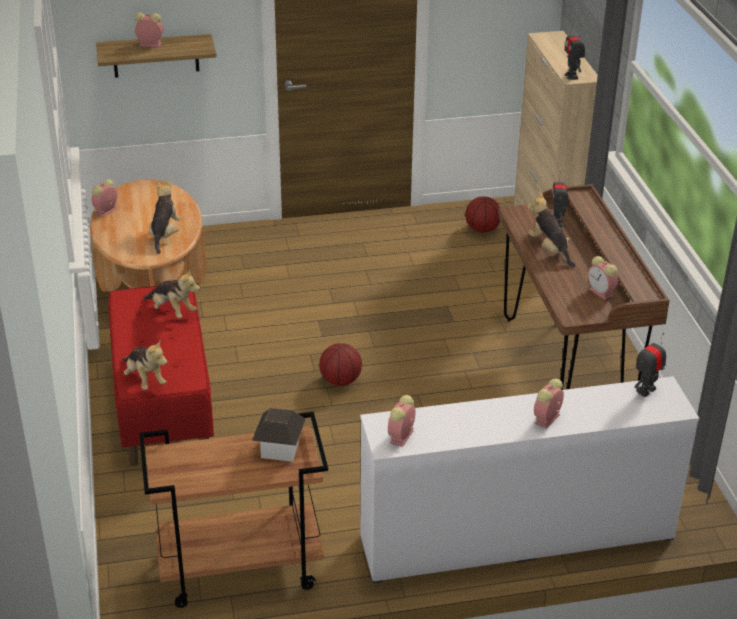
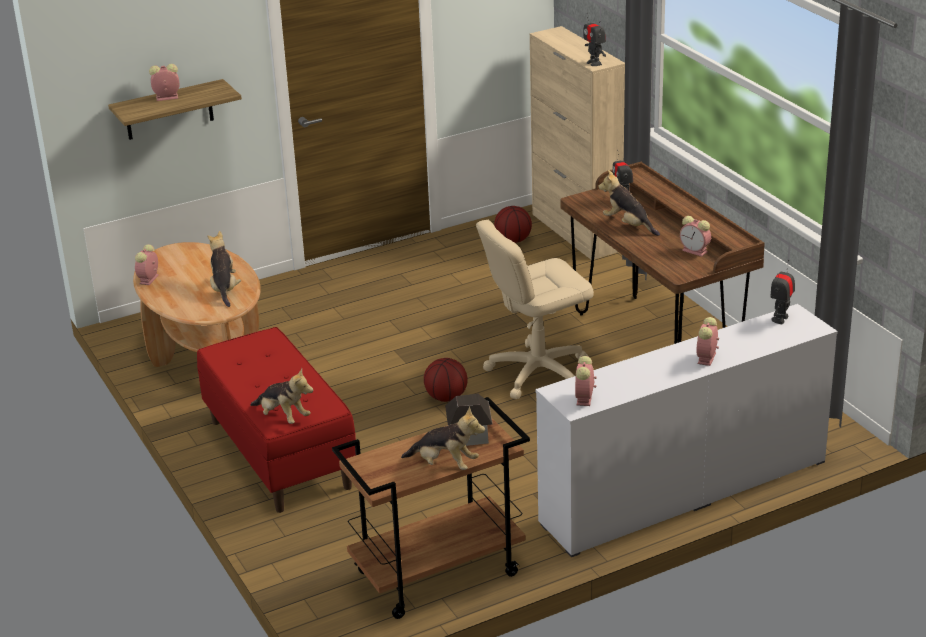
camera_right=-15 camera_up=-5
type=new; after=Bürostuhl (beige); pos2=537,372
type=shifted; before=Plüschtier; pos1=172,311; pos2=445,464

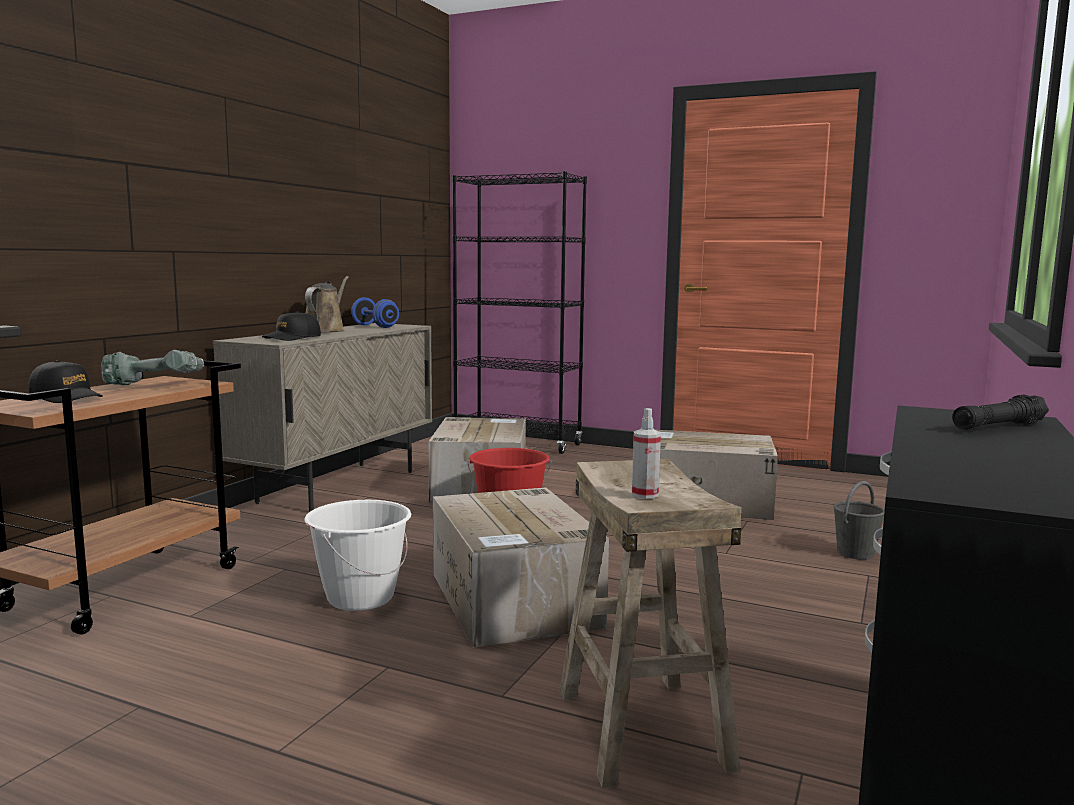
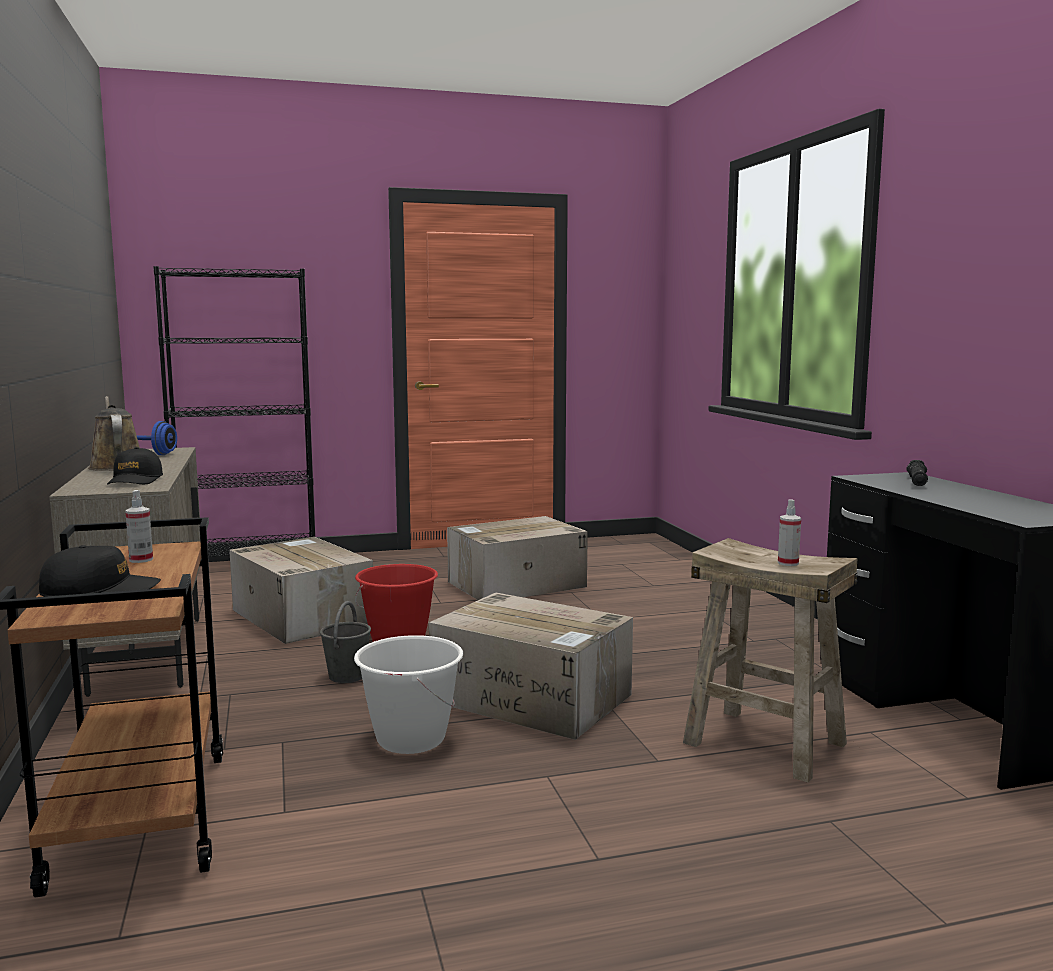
camera_right=-40 camera_up=0
type=shifted; before=Eimer (grau); pos1=855,553; pos2=347,676
type=swapped; before=Bohrmaschine; after=Sprühflasche; pos1=157,386; pos2=141,560

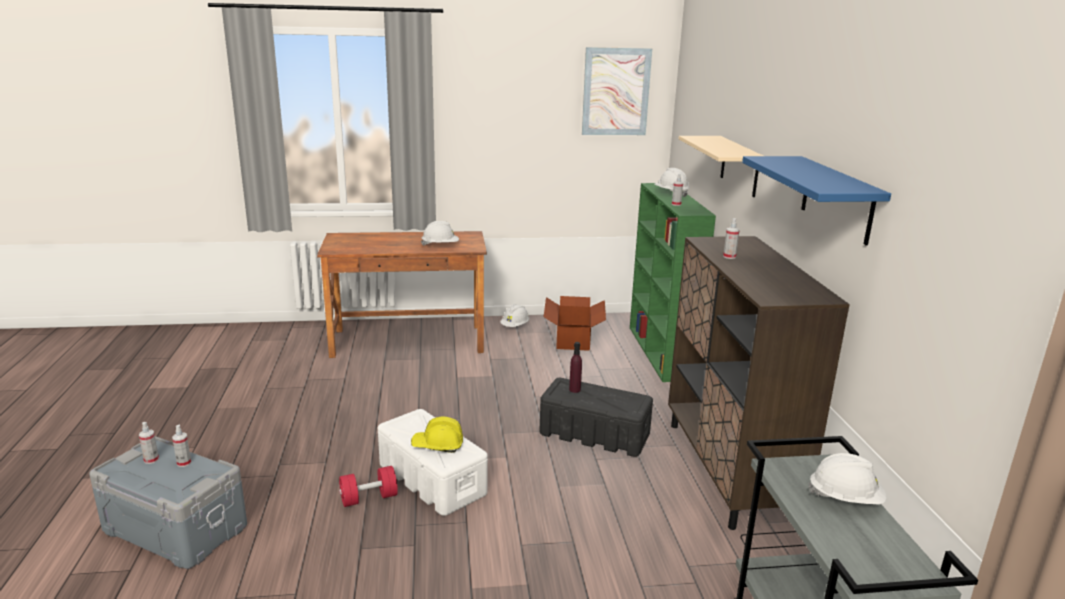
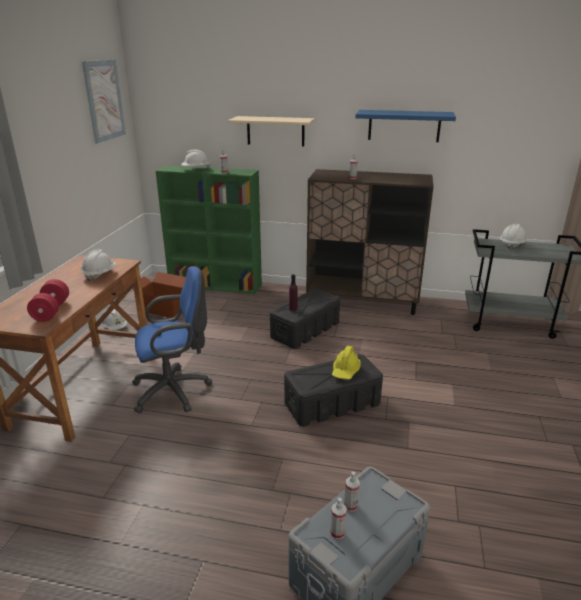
camera_right=-70 camera_up=5
type=new; after=Bürostuhl (blau); pos2=175,390
type=shifted; before=Hantel (rot); pos1=369,498; pos2=51,311
type=repainted; before=Aufbewahrungsbox (weiß); after=Aufbewahrungsbox (schwarz); pos1=432,480; pos2=332,403

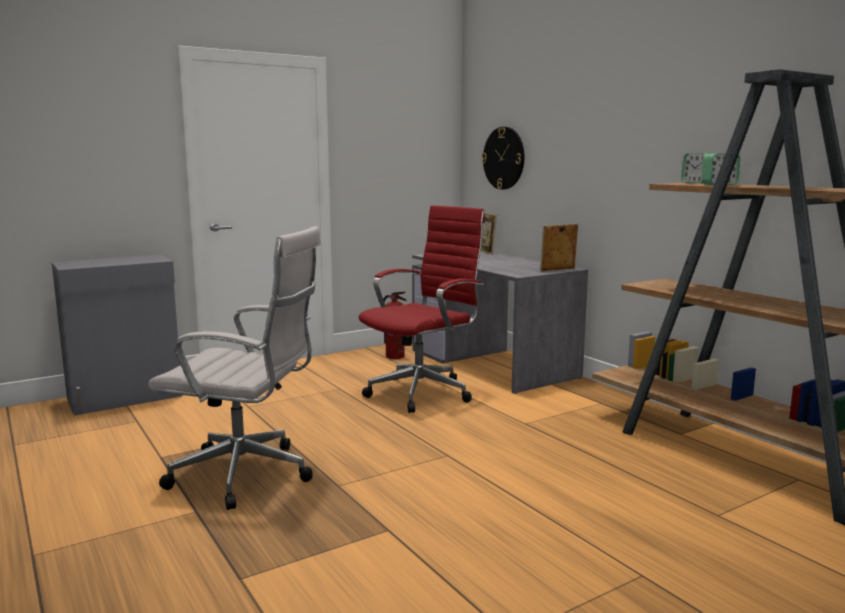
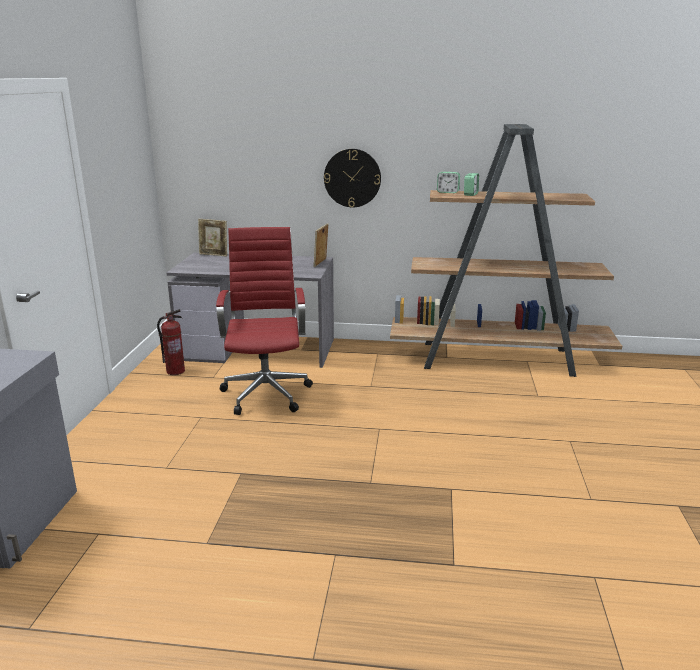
camera_right=-50 camera_up=10
type=gone; before=Bürostuhl (weiß); pos1=248,475
type=shifted; before=Wanduhr; pos1=504,158; pos2=352,178

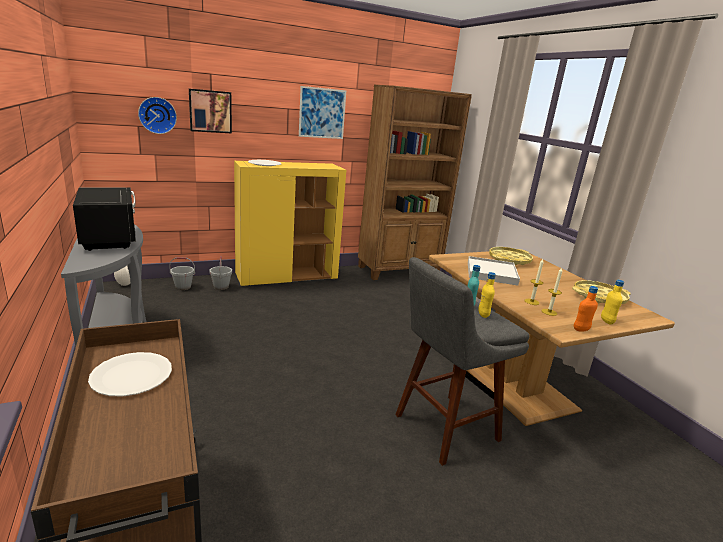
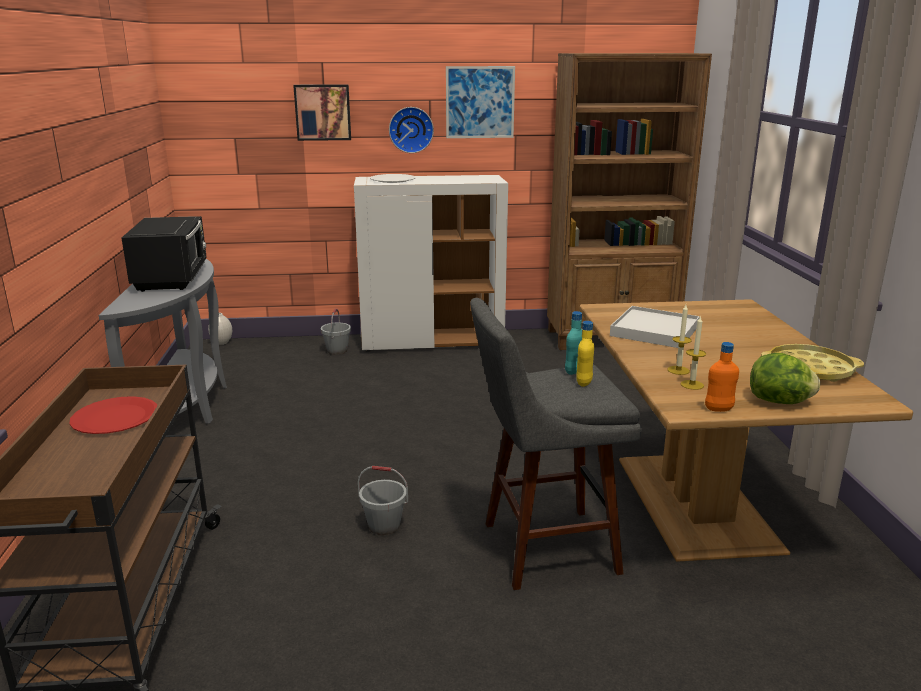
camera_right=20 camera_up=0
type=gone; before=Tablett (gelb); pos1=509,259
type=shifted; before=Wanduhr; pos1=157,115; pos2=411,129
type=shifted; before=Eimer (grau); pos1=183,287; pos2=384,526
type=swapped; before=Flasche (gelb); after=Salatkopf; pos1=606,321; pos2=779,402
type=repainted; before=Teller (weiß); after=Teller (rot); pos1=131,375; pos2=115,418
type=repainted; before=Schrank (gelb); after=Schrank (weiß); pos1=287,277; pos2=433,342

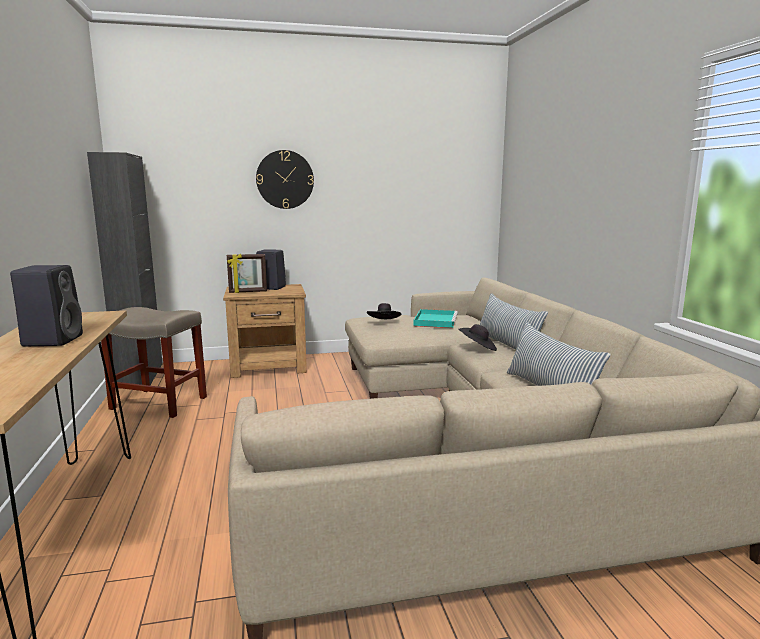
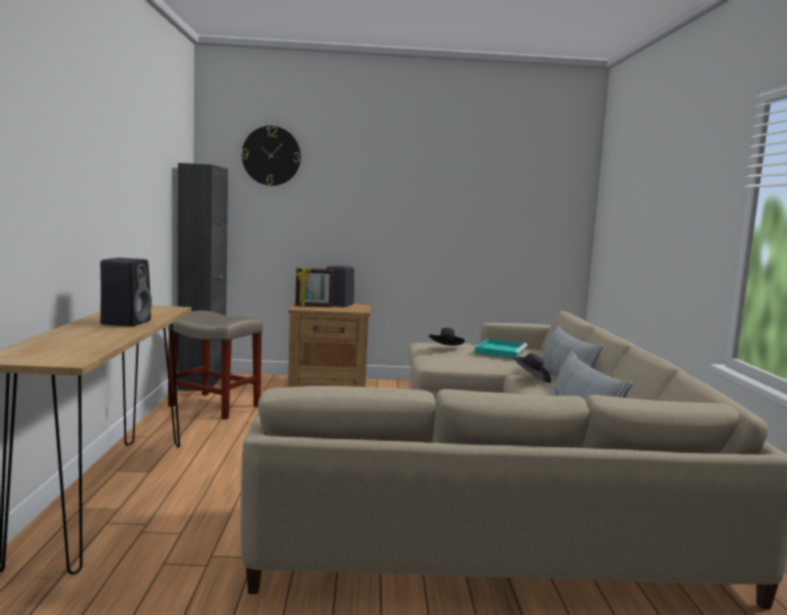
camera_right=10 camera_up=-5
type=shifted; before=Wanduhr; pos1=285,179; pos2=271,156

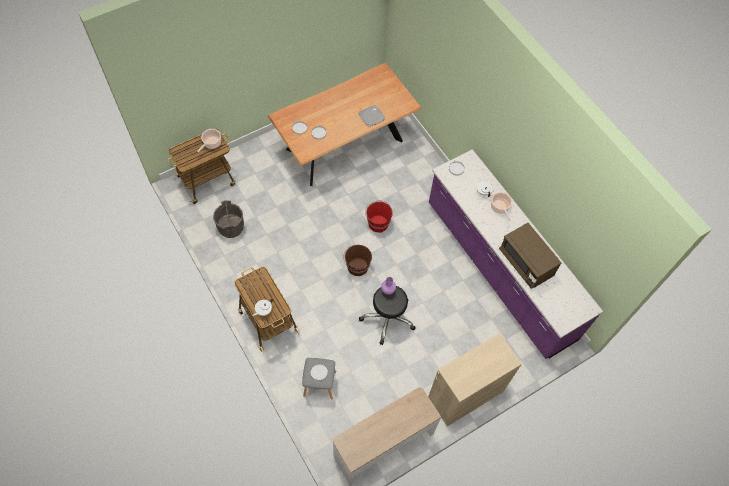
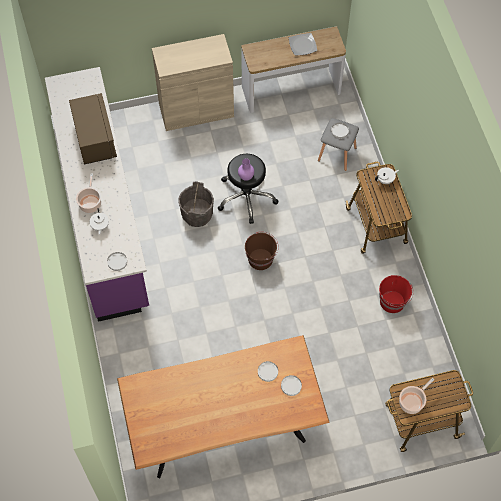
camera_right=-160 camera_up=0
type=shifted; before=Eimer (grau); pos1=231,227; pos2=197,214
type=shifted; before=Teller; pos1=371,116; pos2=302,45
type=shifted; before=Eimer (rot); pos1=378,223; pos2=392,302

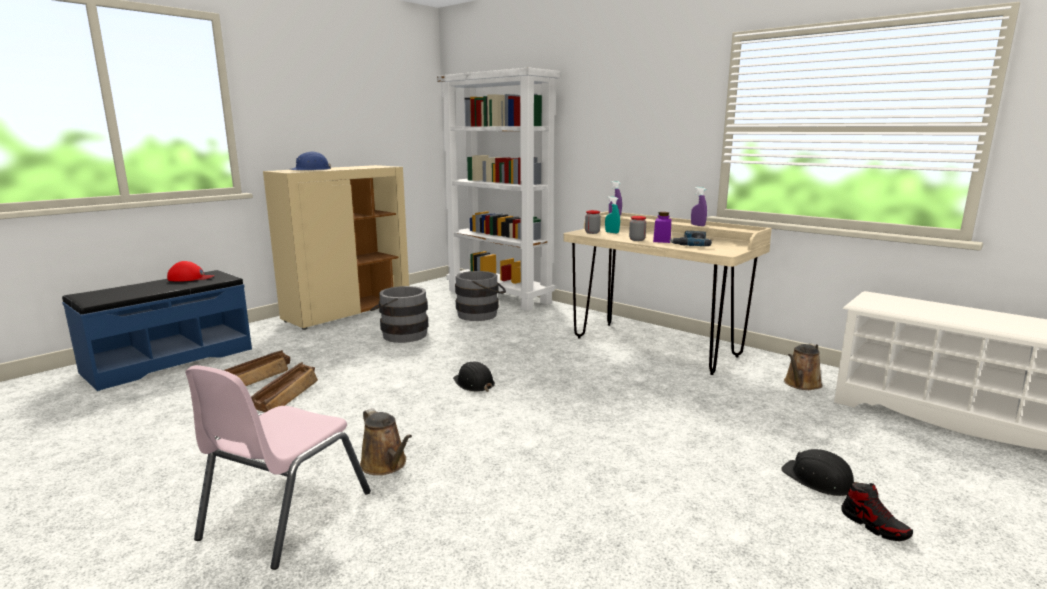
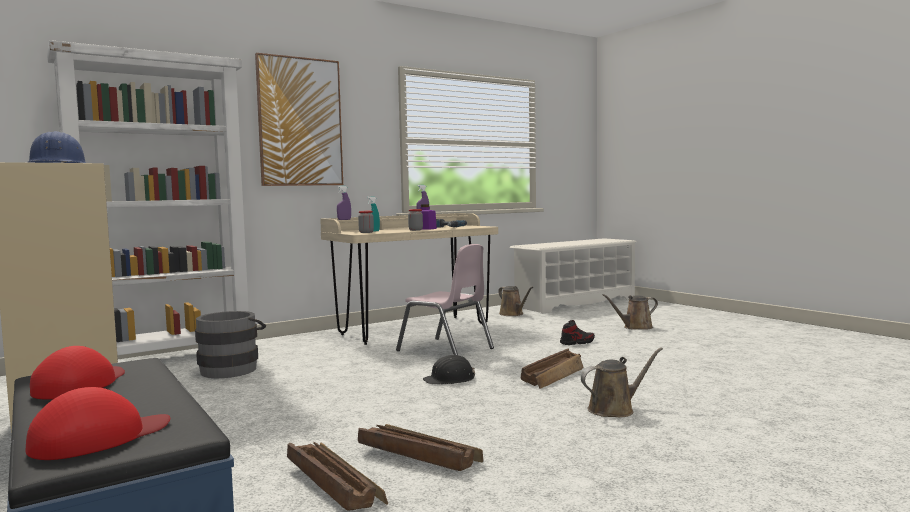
camera_right=-75 camera_up=-10
type=gone; before=Eimer (grau); pos1=400,335
type=new; after=Kappe (rot); pos2=99,438
type=new; after=Bild; pos2=300,122
type=new; after=Kiste; pos2=554,375
type=shifted; before=Stuhl (rosa); pos1=285,515; pos2=445,350
type=shifted; before=Schuh; pos1=874,525; pos2=577,342
type=swapped; before=Schutzhelm (schwarz); after=Gießkanne (braun); pos1=818,480; pos2=635,327

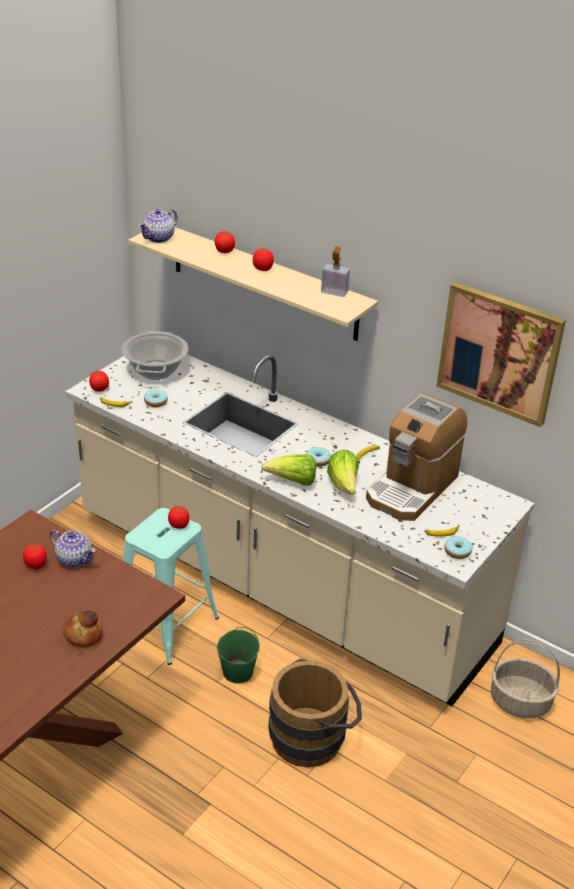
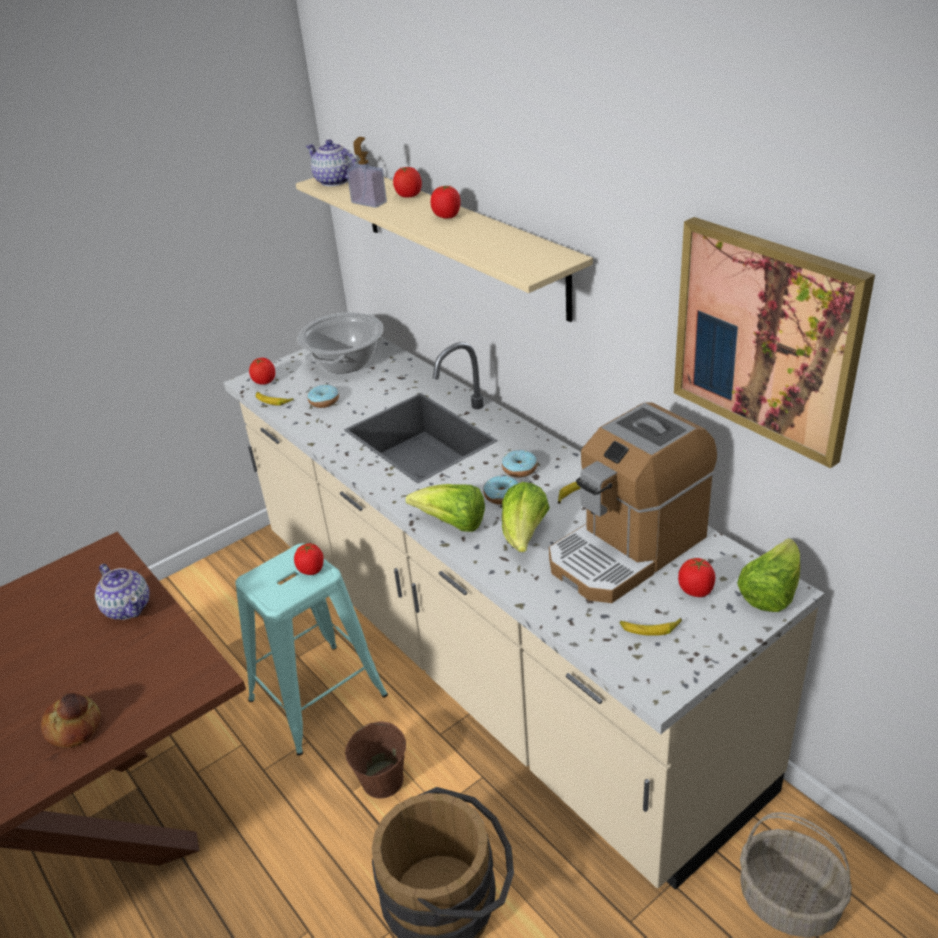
camera_right=20 camera_up=0
type=new; after=Salatkopf; pos2=770,593
type=shifted; before=Tomate; pos1=36,565; pos2=696,590
type=shifted; before=Seifenspender; pos1=334,292; pos2=369,202
type=shifted; before=Donut; pos1=457,551; pos2=519,469
type=repainted; before=Eimer (grün); after=Eimer (braun); pos1=237,672; pos2=382,780
type=rotated; before=Teekanne; pos1=159,238; pos2=335,181; turn=75

